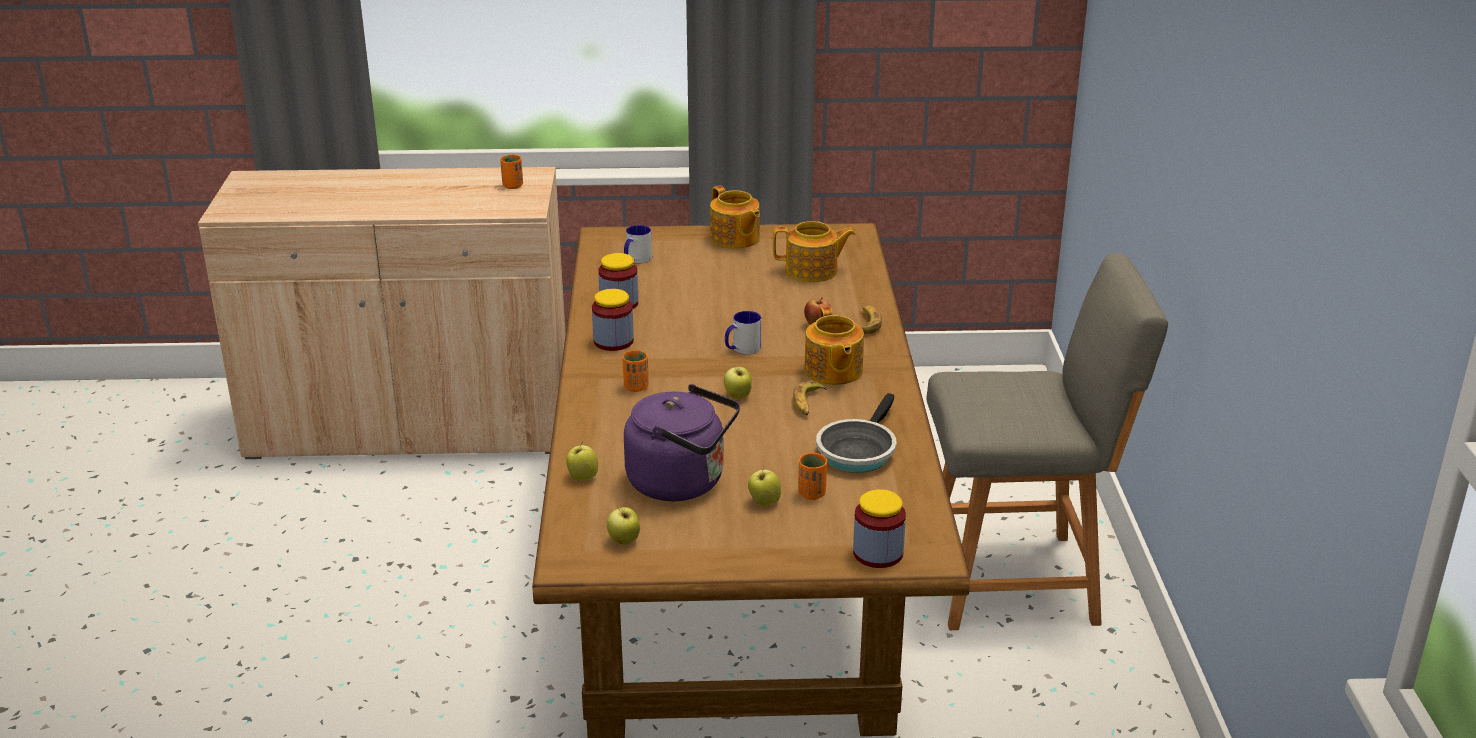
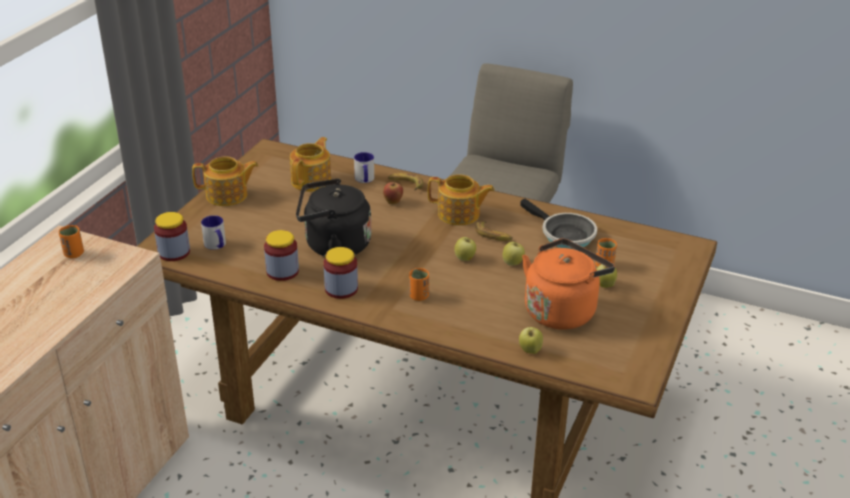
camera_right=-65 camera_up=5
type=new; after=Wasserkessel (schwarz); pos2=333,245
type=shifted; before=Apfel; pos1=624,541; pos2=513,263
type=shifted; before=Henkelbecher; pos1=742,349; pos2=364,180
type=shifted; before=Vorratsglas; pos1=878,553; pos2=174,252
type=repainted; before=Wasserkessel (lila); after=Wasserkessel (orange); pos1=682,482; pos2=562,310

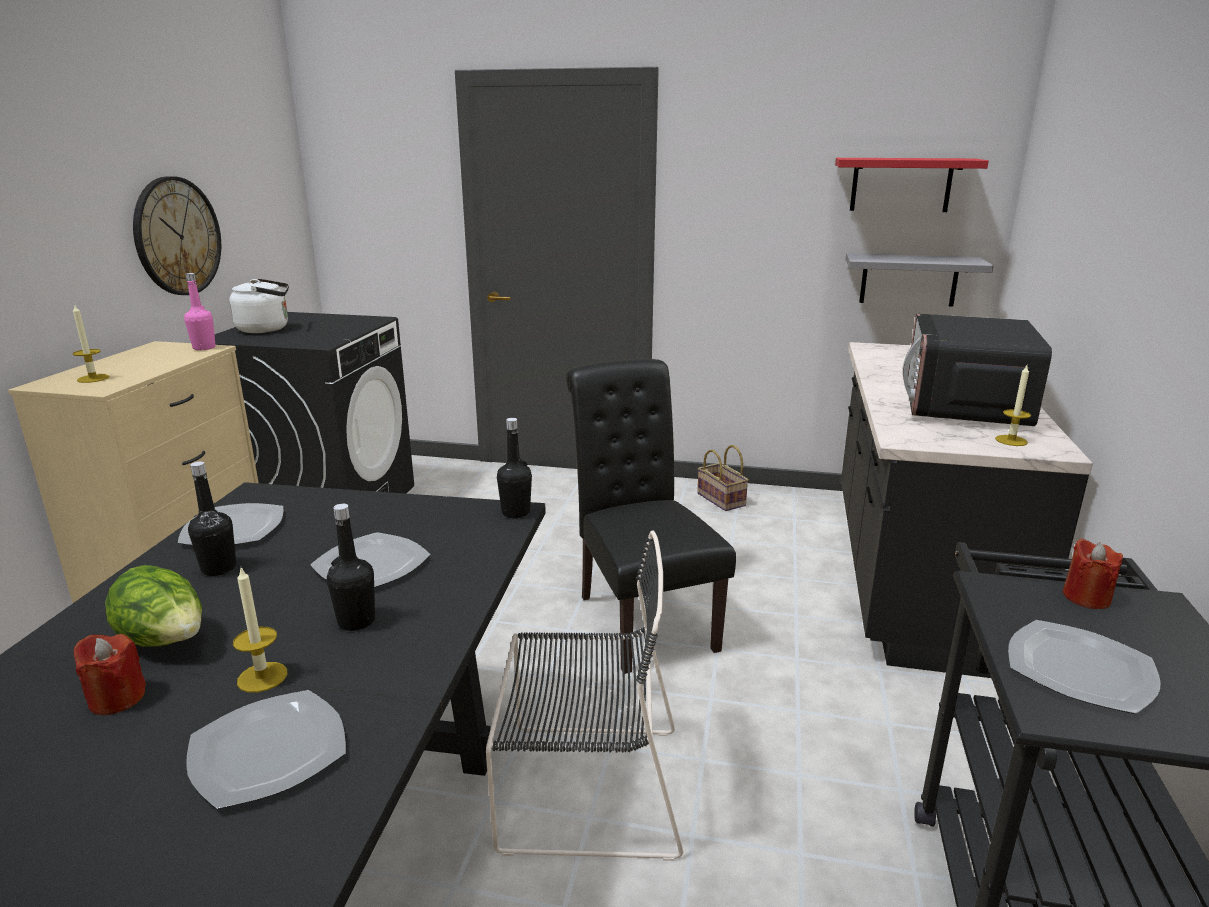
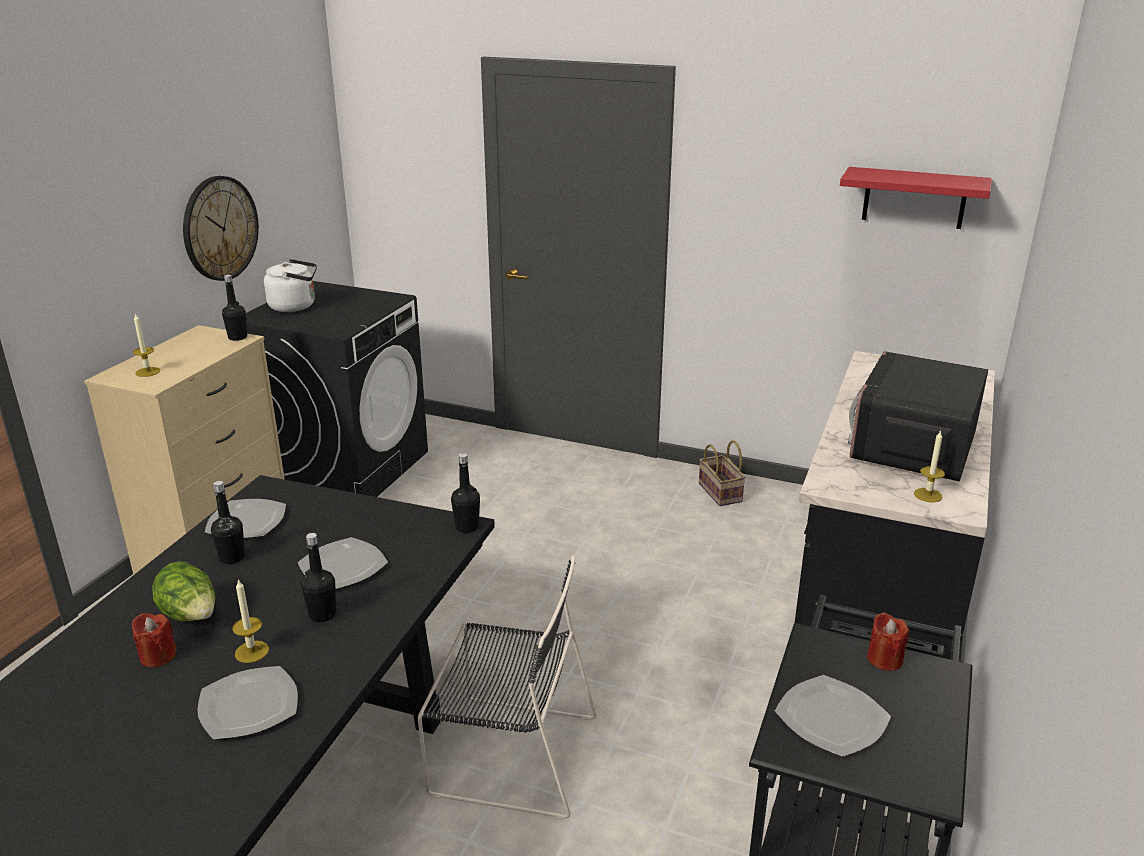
camera_right=10 camera_up=5
type=gone; before=Stuhl (schwarz); pos1=641,617
type=gone; before=Wandregal (grau); pos1=909,280
type=repainted; before=Flasche (rosa); after=Flasche (schwarz); pos1=204,348; pos2=237,337

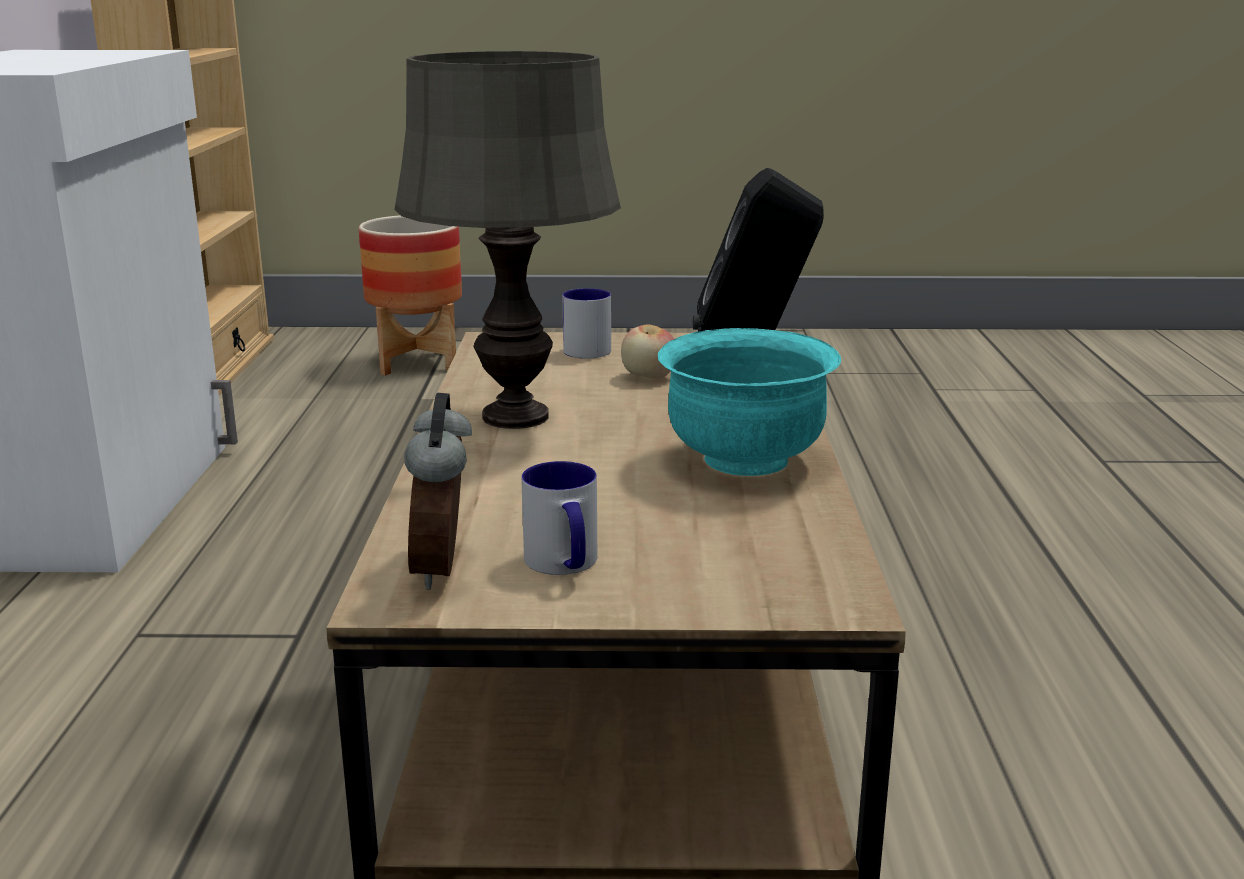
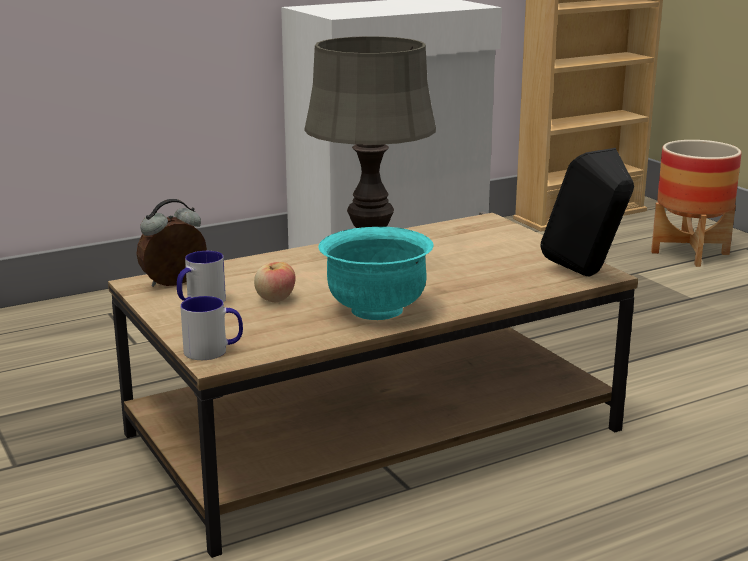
camera_right=60 camera_up=0
type=shifted; before=Henkelbecher; pos1=590,348; pos2=213,351
type=shifted; before=Apfel; pos1=648,377; pos2=275,299

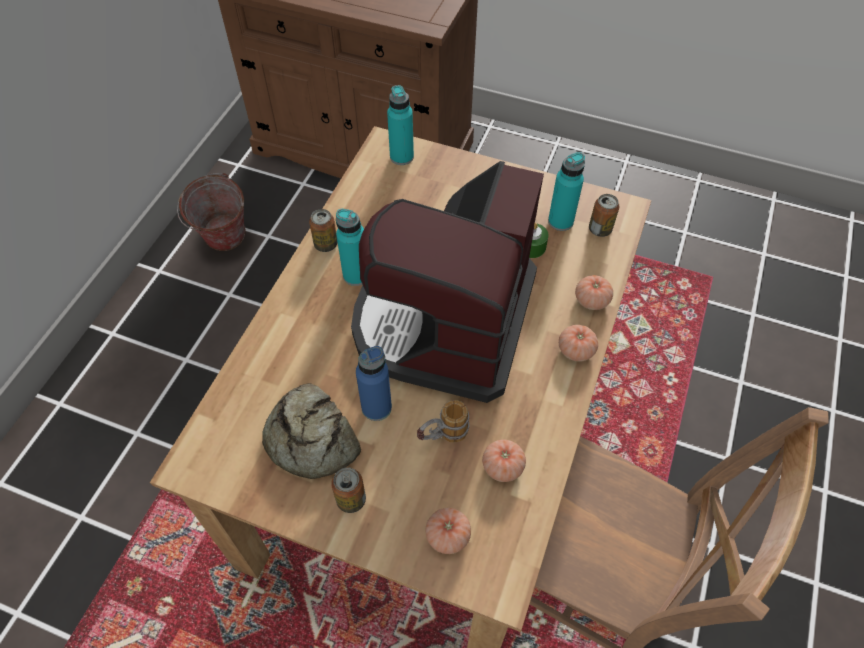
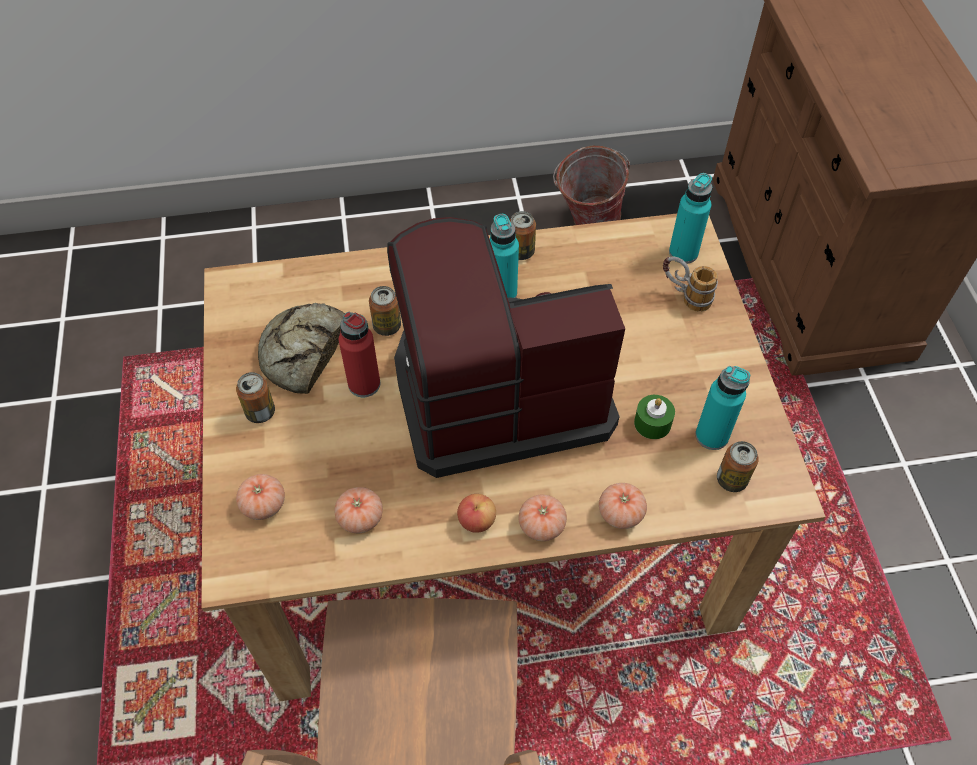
camera_right=60 camera_up=0
type=new; after=Dose; pos2=387,326
type=new; after=Apfel; pos2=476,521
type=shifted; before=Henkelbecher; pos1=442,437; pos2=684,296
type=repainted; before=Flasche (blau); after=Flasche (rot); pos1=376,407; pos2=364,384

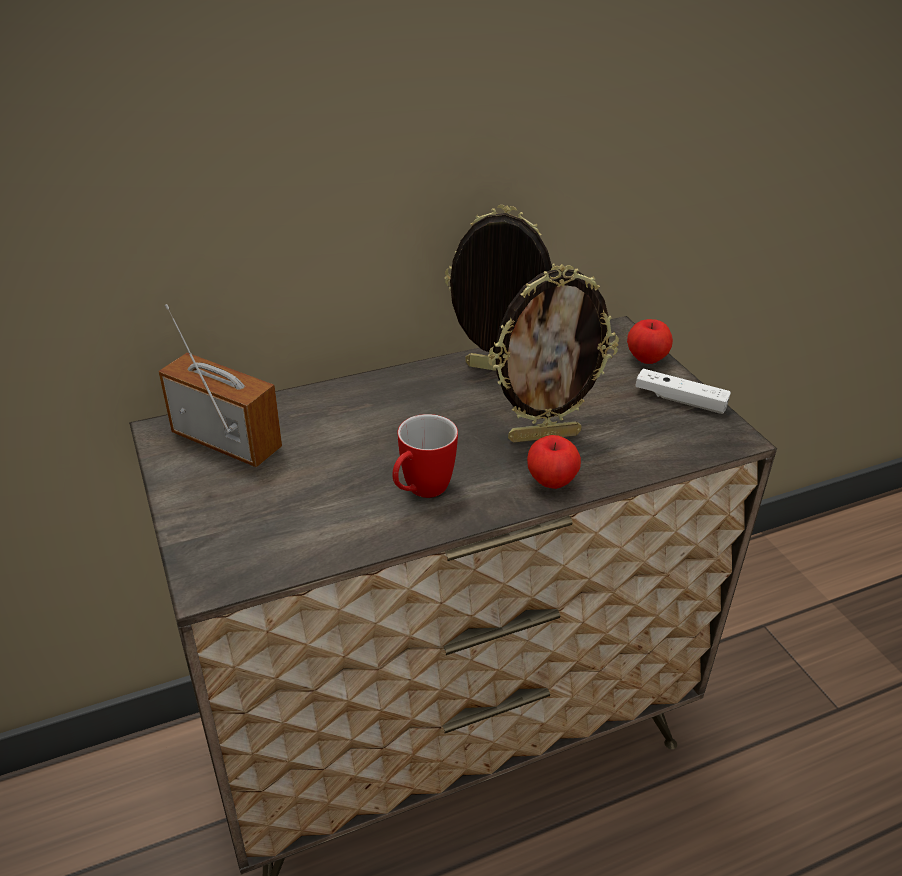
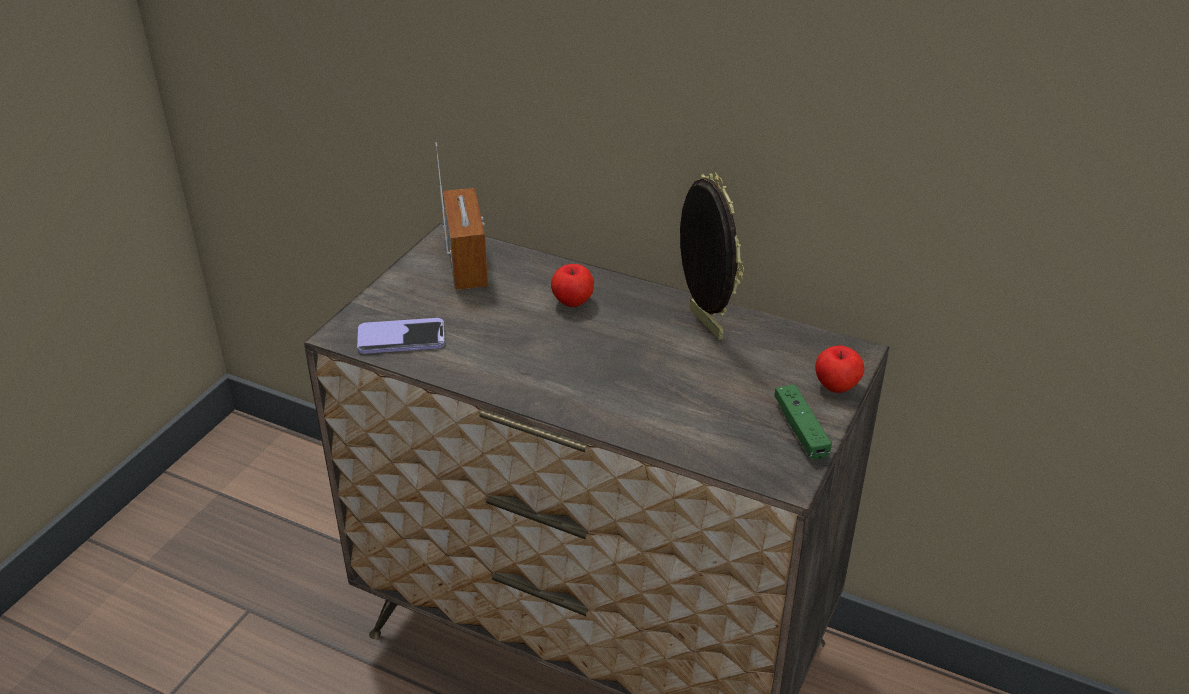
camera_right=50 camera_up=0
type=gone; before=Henkelbecher; pos1=420,492
type=gone; before=Bilderrahmen; pos1=544,435
type=new; after=Handy; pos2=401,338
type=shifted; before=Apfel; pos1=551,481; pos2=573,301
type=repainted; before=Gamepad (weiß); after=Gamepad (grün); pos1=680,400; pos2=800,429

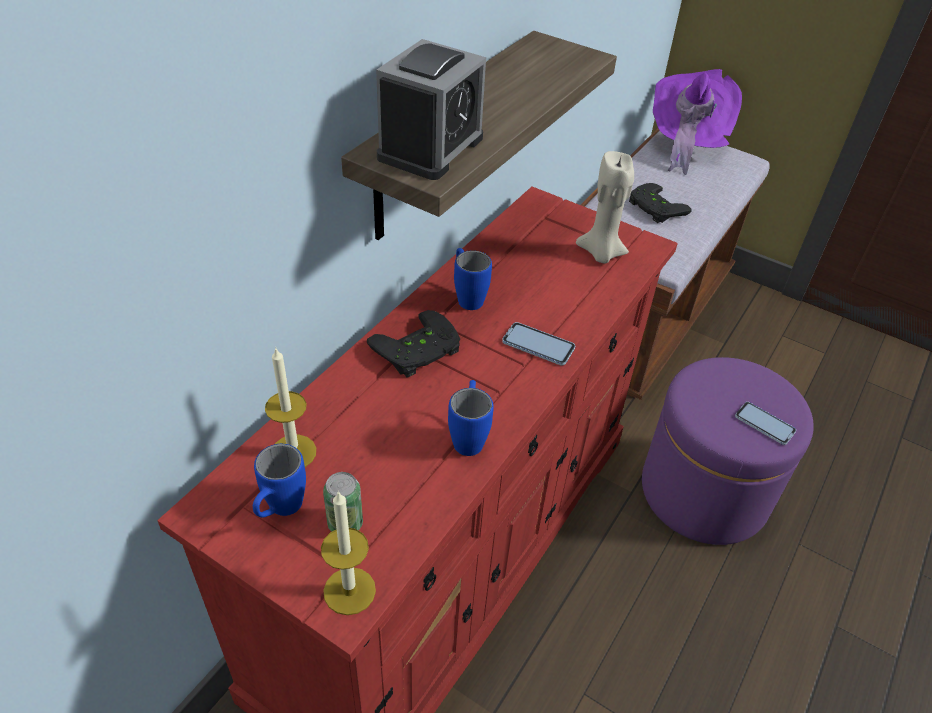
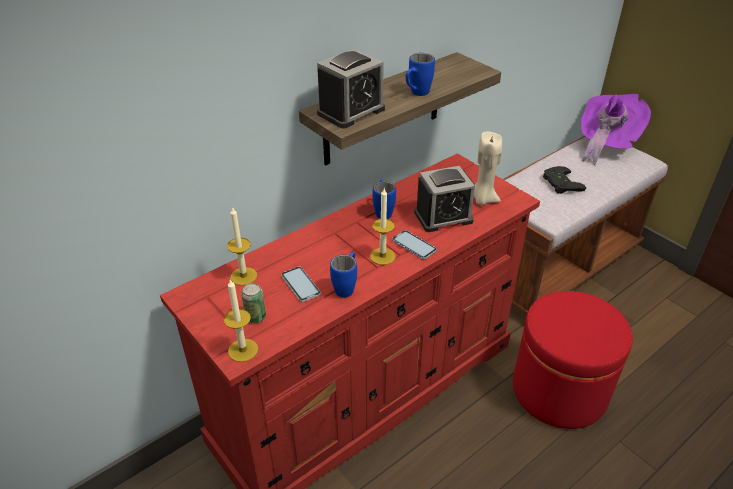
camera_right=20 camera_up=-5
type=gone; before=Gamepad (schwarz); pos1=418,351
type=new; after=Kerze; pos2=382,256
type=new; after=Wecker; pos2=443,217
type=shifted; before=Henkelbecher (blau); pos1=280,511; pos2=416,94
type=shifted; before=Handy; pos1=764,424; pos2=300,285
type=repainted; before=Polsterhocker (lila); after=Polsterhocker (rot); pos1=704,492; pos2=559,390

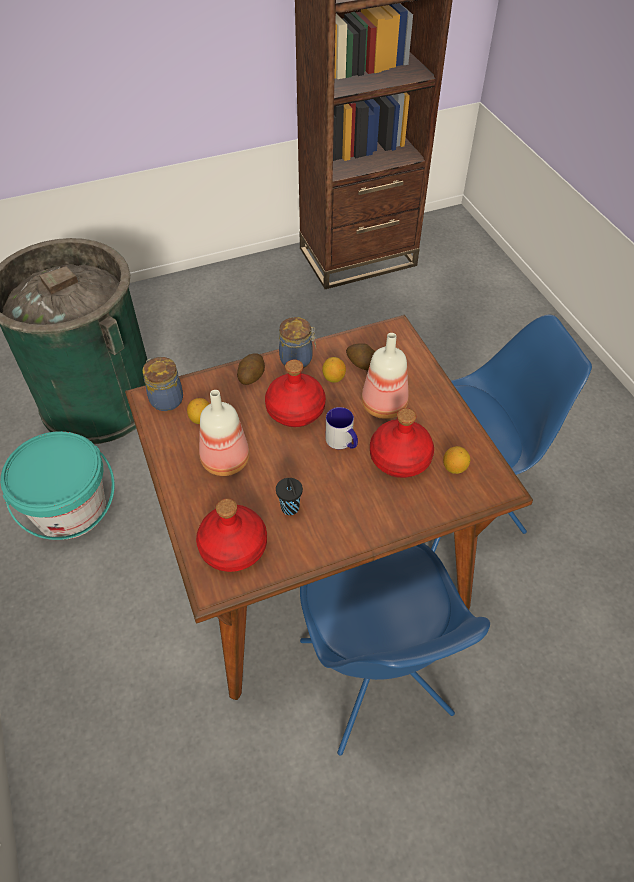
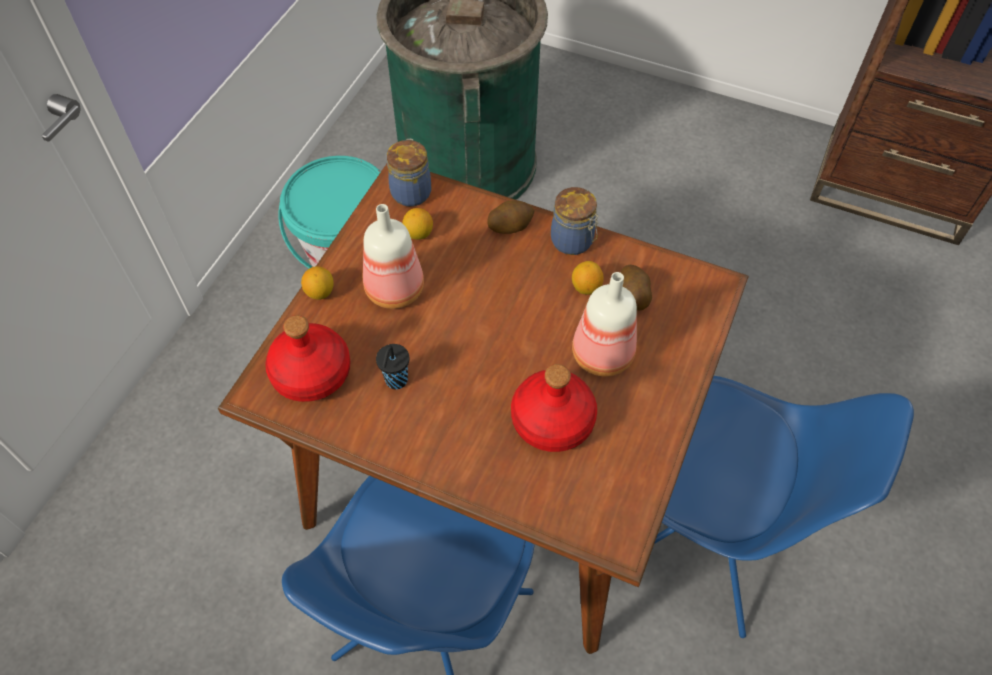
camera_right=45 camera_up=5
type=gone; before=Flasche (rot); pos1=295,409
type=gone; before=Henkelbecher; pos1=342,442
type=shifted; before=Zitrone; pos1=454,467; pos2=320,292

